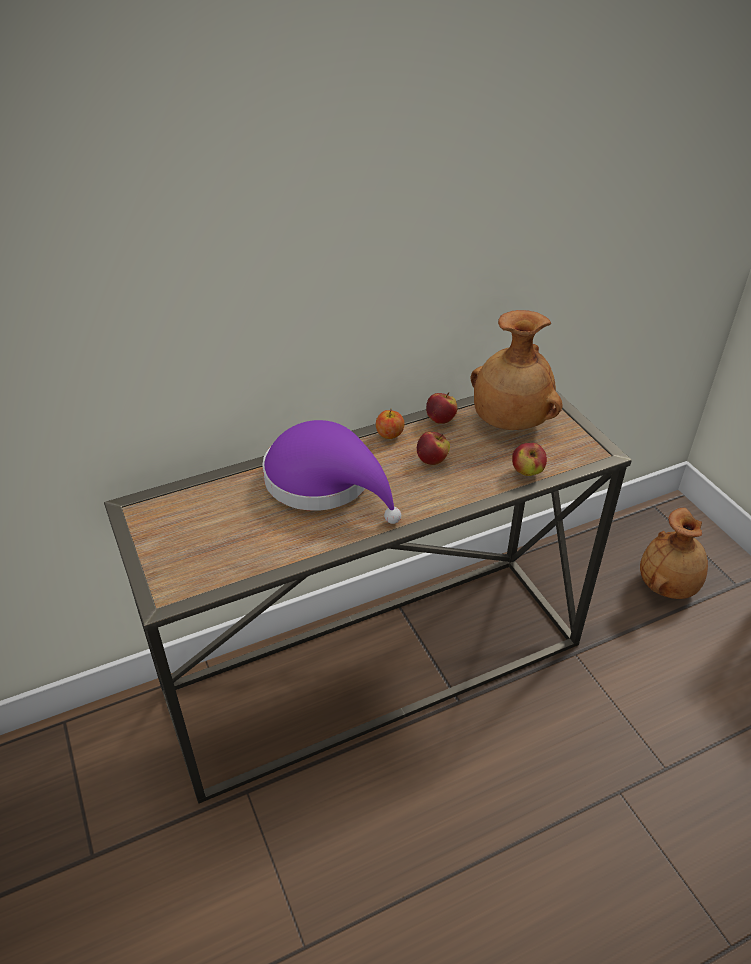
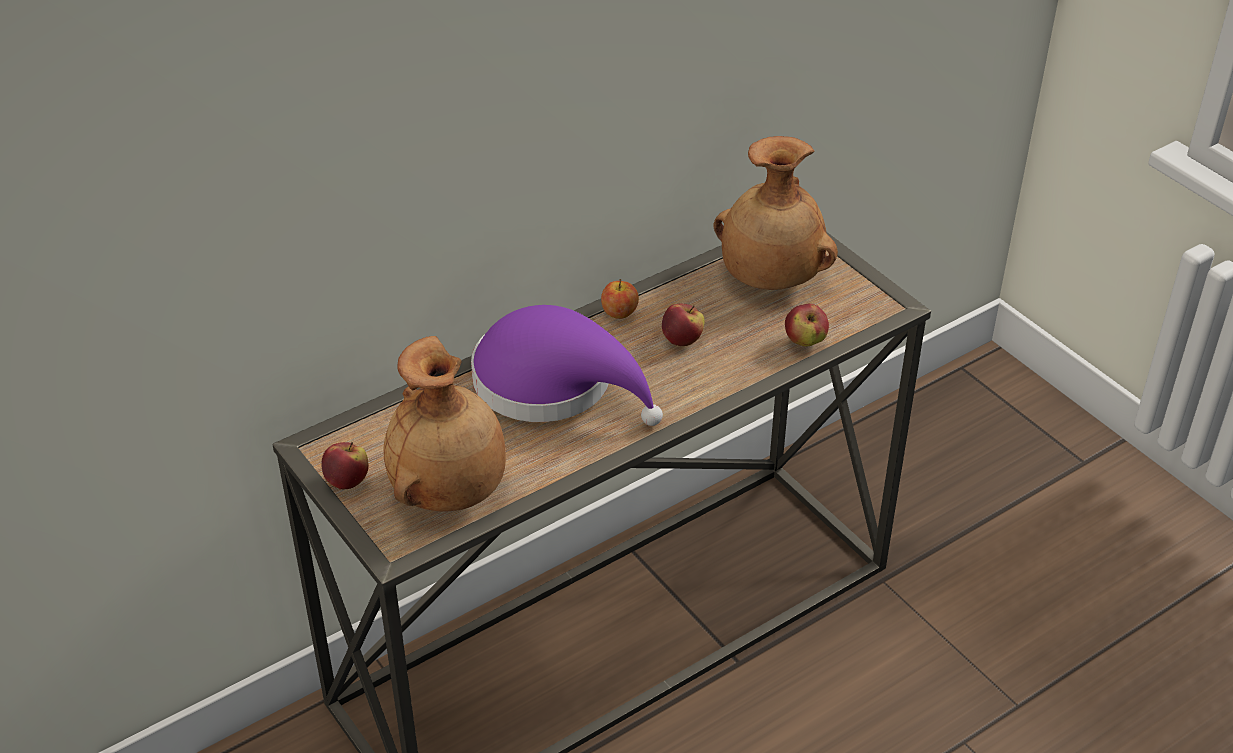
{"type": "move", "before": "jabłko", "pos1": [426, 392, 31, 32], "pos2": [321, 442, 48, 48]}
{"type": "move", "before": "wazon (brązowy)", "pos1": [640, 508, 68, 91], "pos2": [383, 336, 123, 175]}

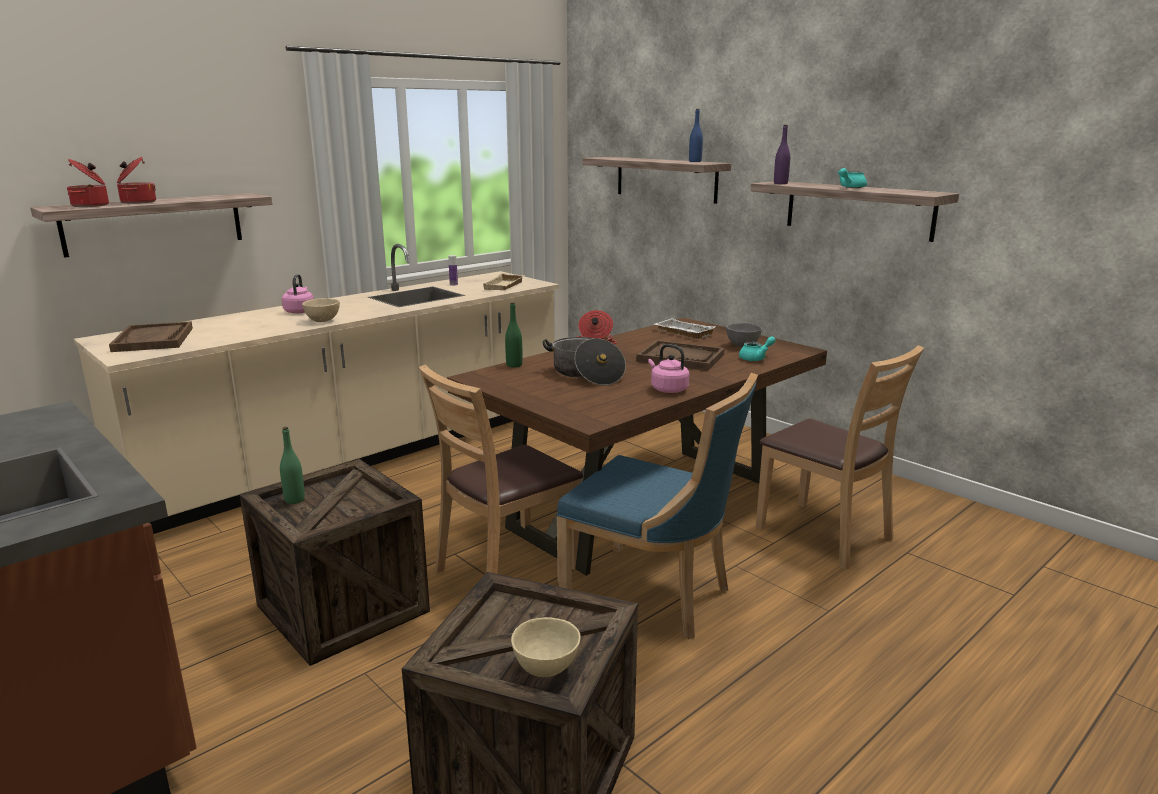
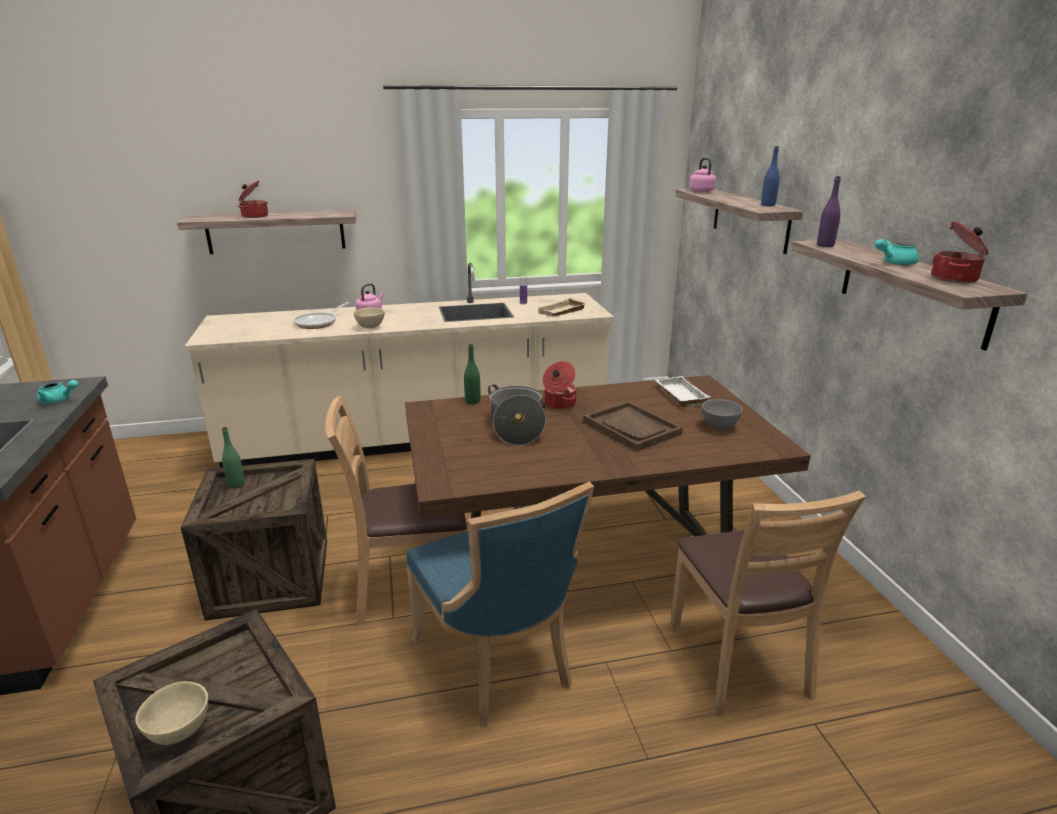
{"type": "move", "before": "garnek", "pos1": [67, 159, 42, 48], "pos2": [931, 221, 57, 62]}
{"type": "delete", "before": "taca (brązowy)", "pos1": [109, 321, 84, 31]}
{"type": "move", "before": "czajnik (różowy)", "pos1": [648, 344, 41, 49], "pos2": [689, 158, 27, 34]}
{"type": "move", "before": "imbryk (turkusowy)", "pos1": [739, 336, 37, 25], "pos2": [37, 380, 42, 24]}
{"type": "insert", "after": "patelnia", "pos2": [293, 302, 56, 27]}

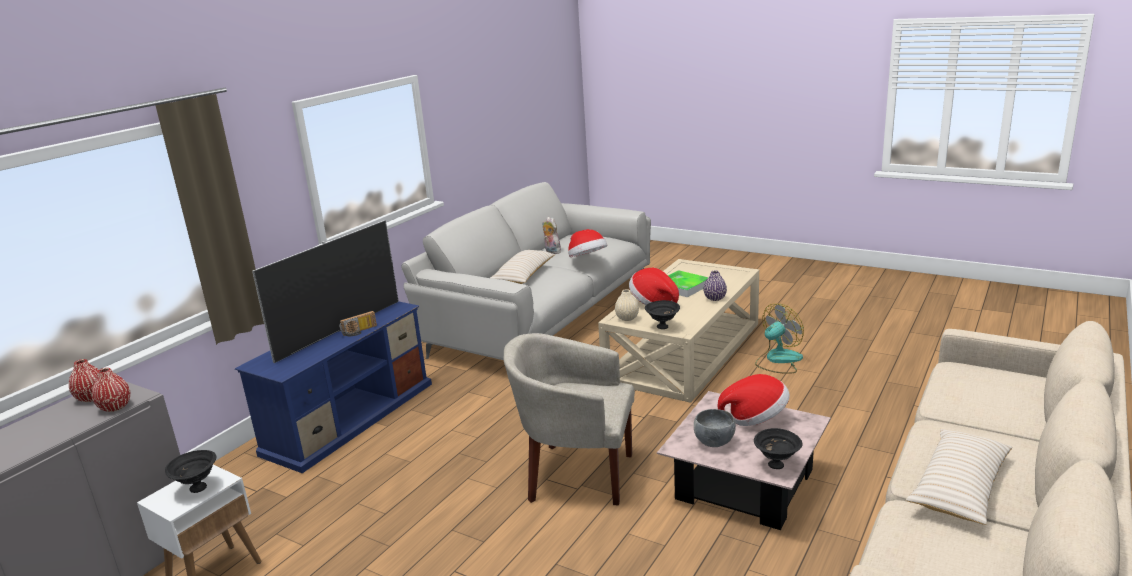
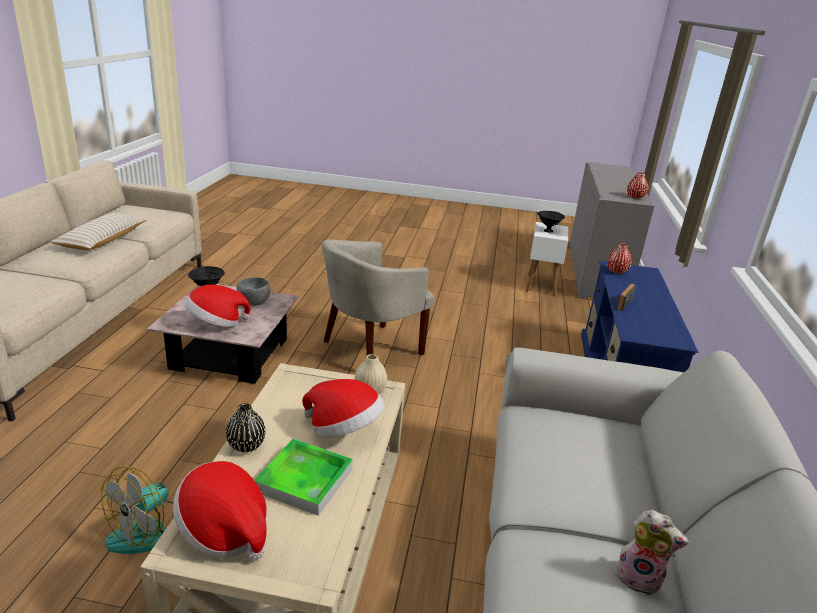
{"type": "move", "before": "wazon (czerwony)", "pos1": [92, 368, 39, 44], "pos2": [607, 243, 25, 31]}
{"type": "delete", "before": "telewizor", "pos1": [252, 220, 146, 143]}
{"type": "delete", "before": "poduszka (beżowy)", "pos1": [490, 250, 65, 34]}
{"type": "rotate", "before": "fotel (beżowy)", "pos1": [503, 333, 132, 172], "pos2": [322, 240, 112, 115], "turn": 150}
{"type": "move", "before": "kapelusz", "pos1": [568, 229, 39, 28], "pos2": [173, 461, 94, 99]}
{"type": "delete", "before": "miska (czarny)", "pos1": [645, 300, 35, 29]}
{"type": "recolor", "before": "wazon (fioletowy)", "after": "wazon (czarny)", "pos1": [703, 270, 24, 31], "pos2": [226, 403, 39, 49]}

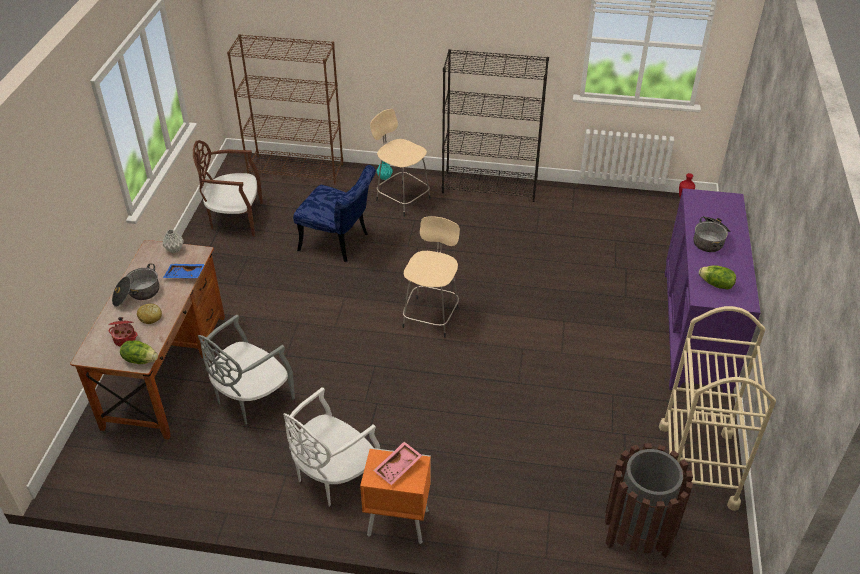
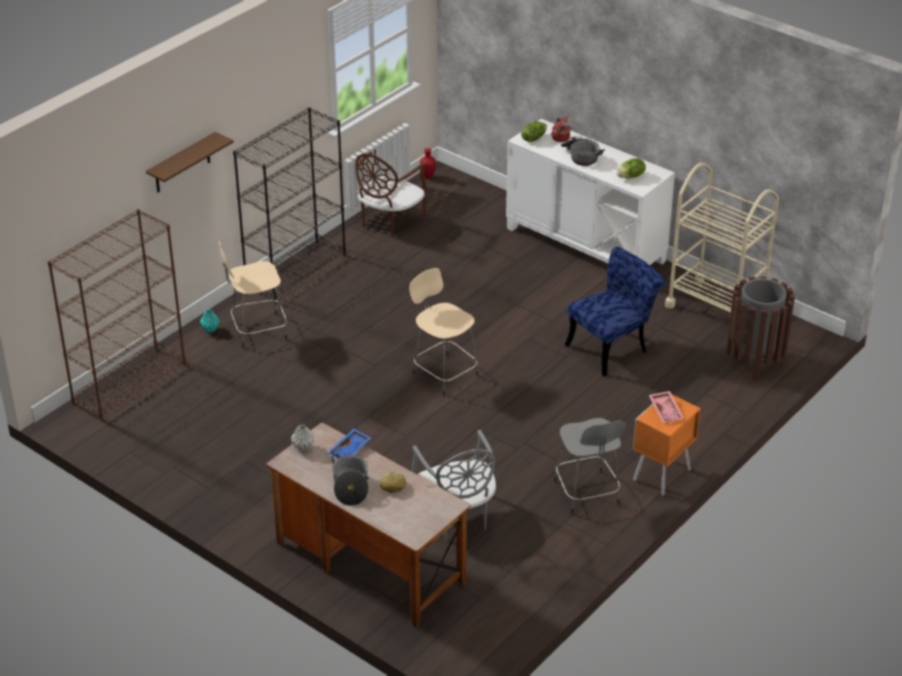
{"type": "move", "before": "garnek", "pos1": [108, 317, 30, 30], "pos2": [551, 116, 20, 26]}
{"type": "move", "before": "sałata", "pos1": [120, 340, 38, 24], "pos2": [521, 121, 26, 21]}
{"type": "move", "before": "krzesło (brązowy)", "pos1": [193, 140, 70, 97], "pos2": [355, 149, 72, 89]}
{"type": "replace", "before": "krzesło (biały)", "after": "stołek (szary)", "pos1": [283, 387, 97, 120], "pos2": [554, 418, 72, 96]}
{"type": "move", "before": "krzesło (niebieski)", "pos1": [293, 165, 83, 97], "pos2": [565, 247, 101, 129]}
{"type": "recolor", "before": "szafka (fioletowy)", "after": "szafka (biały)", "pos1": [665, 188, 96, 206], "pos2": [506, 119, 169, 146]}
{"type": "insert", "after": "półka (brązowy)", "pos2": [146, 132, 88, 60]}

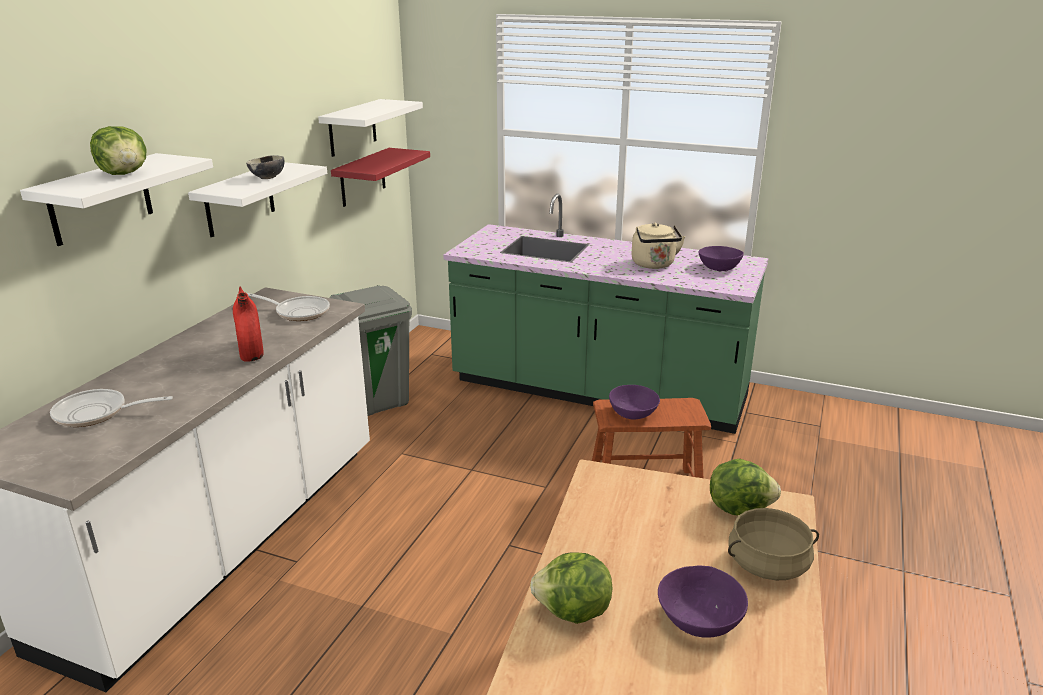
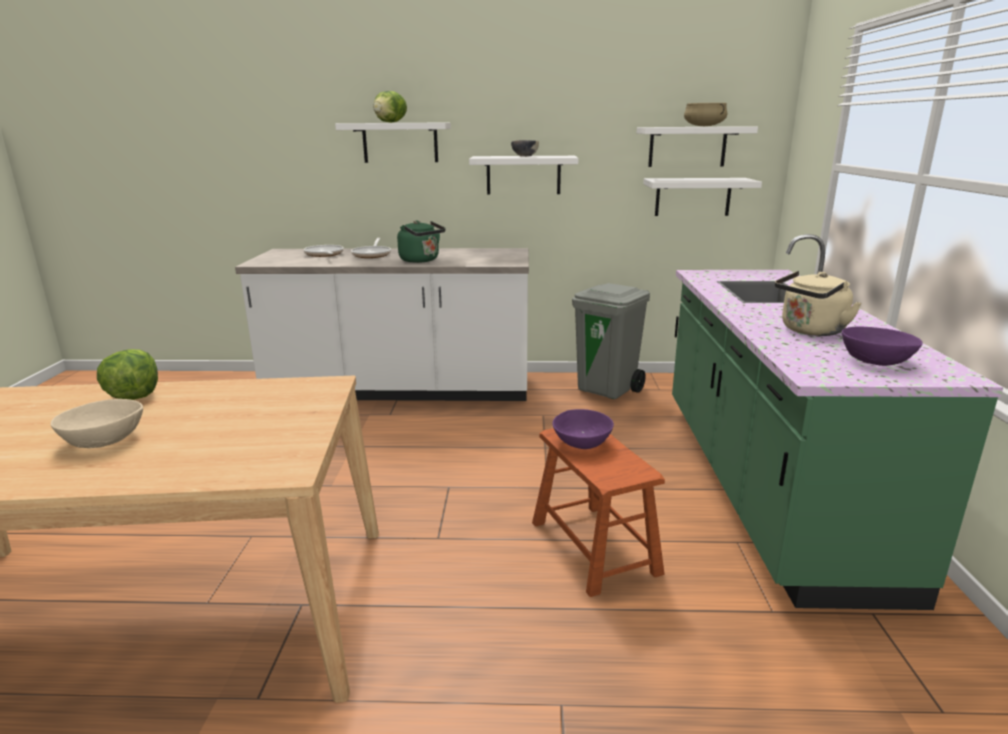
{"type": "replace", "before": "wazon (czerwony)", "after": "czajnik (zielony)", "pos1": [233, 287, 31, 75], "pos2": [397, 220, 49, 43]}
{"type": "move", "before": "patelnia", "pos1": [247, 293, 83, 28], "pos2": [351, 238, 40, 20]}
{"type": "recolor", "before": "półka (czerwony)", "after": "półka (biały)", "pos1": [331, 148, 99, 59], "pos2": [643, 178, 119, 38]}
{"type": "recolor", "before": "miska (fioletowy)", "after": "miska (beżowy)", "pos1": [658, 566, 90, 72], "pos2": [51, 399, 92, 49]}
{"type": "delete", "before": "sałata", "pos1": [710, 459, 71, 57]}
{"type": "move", "before": "garnek (beżowy)", "pos1": [728, 508, 91, 72], "pos2": [684, 103, 43, 23]}

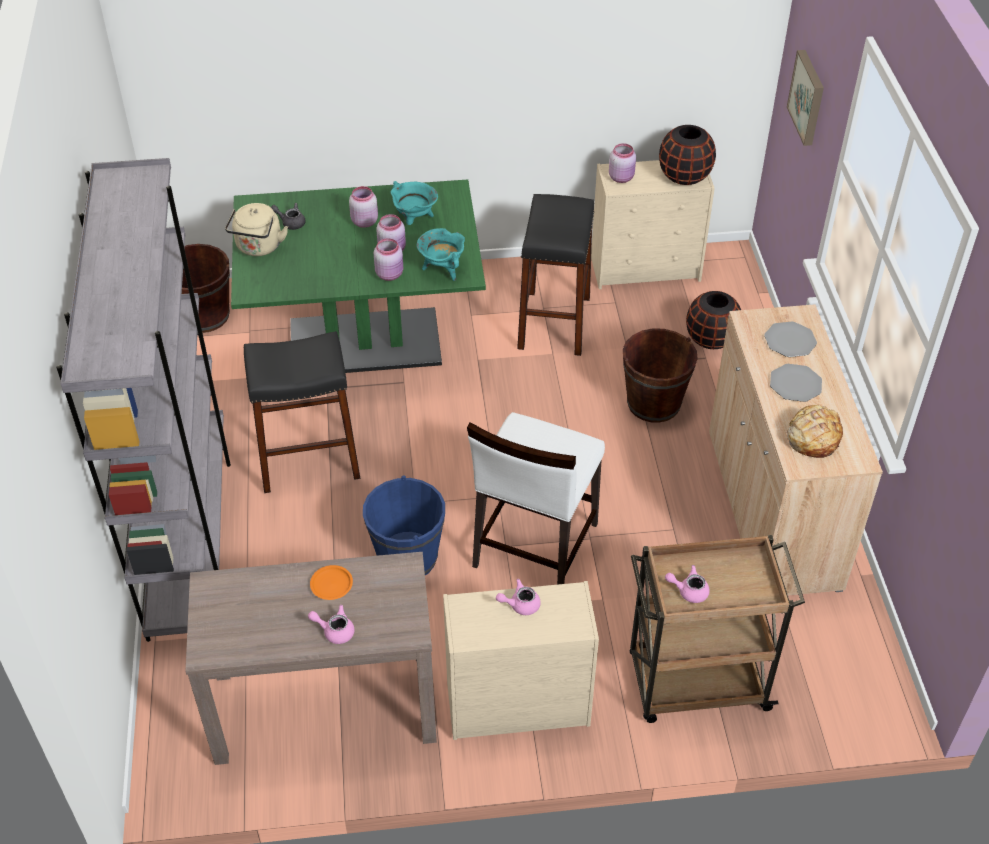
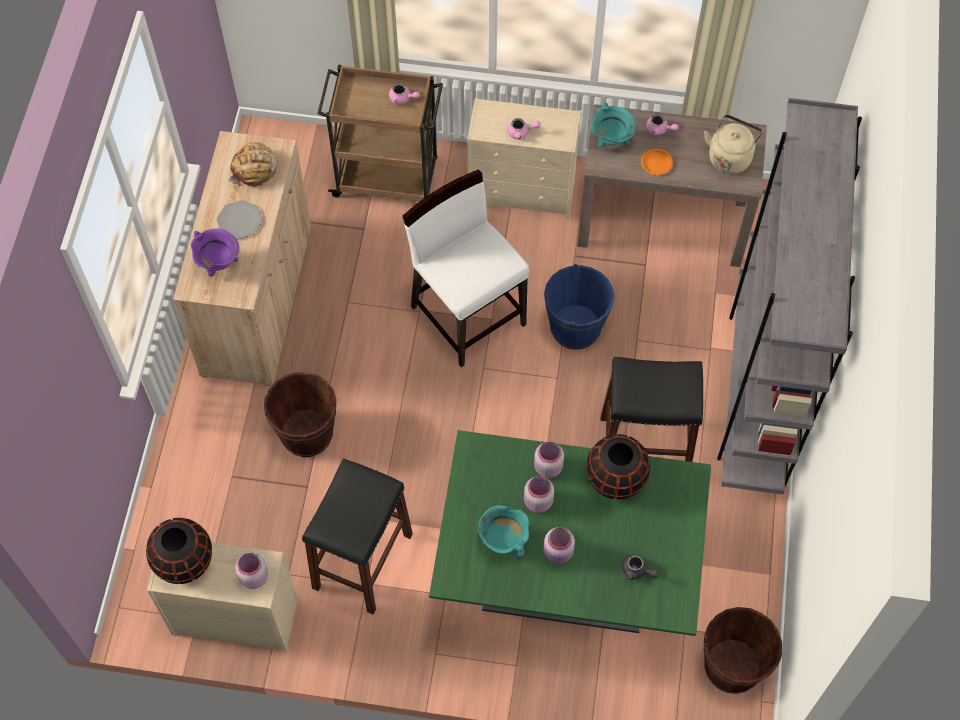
{"type": "move", "before": "czajnik (beżowy)", "pos1": [225, 203, 63, 53], "pos2": [704, 115, 59, 59]}
{"type": "move", "before": "garnek (turkusowy)", "pos1": [417, 228, 48, 53], "pos2": [591, 102, 45, 46]}
{"type": "rotate", "before": "krzesło (biały)", "pos1": [467, 412, 138, 173], "pos2": [403, 169, 126, 198], "turn": -75}
{"type": "move", "before": "wazon (czarny)", "pos1": [686, 291, 55, 58], "pos2": [586, 434, 64, 66]}
{"type": "replace", "before": "talerz", "after": "garnek (fioletowy)", "pos1": [764, 321, 53, 36], "pos2": [191, 228, 48, 49]}
{"type": "delete", "before": "obraz", "pos1": [787, 50, 37, 96]}

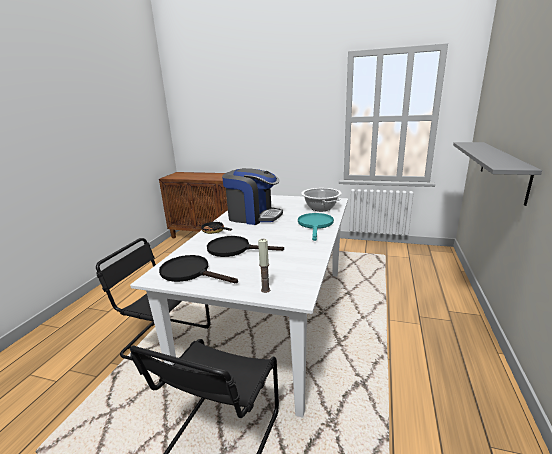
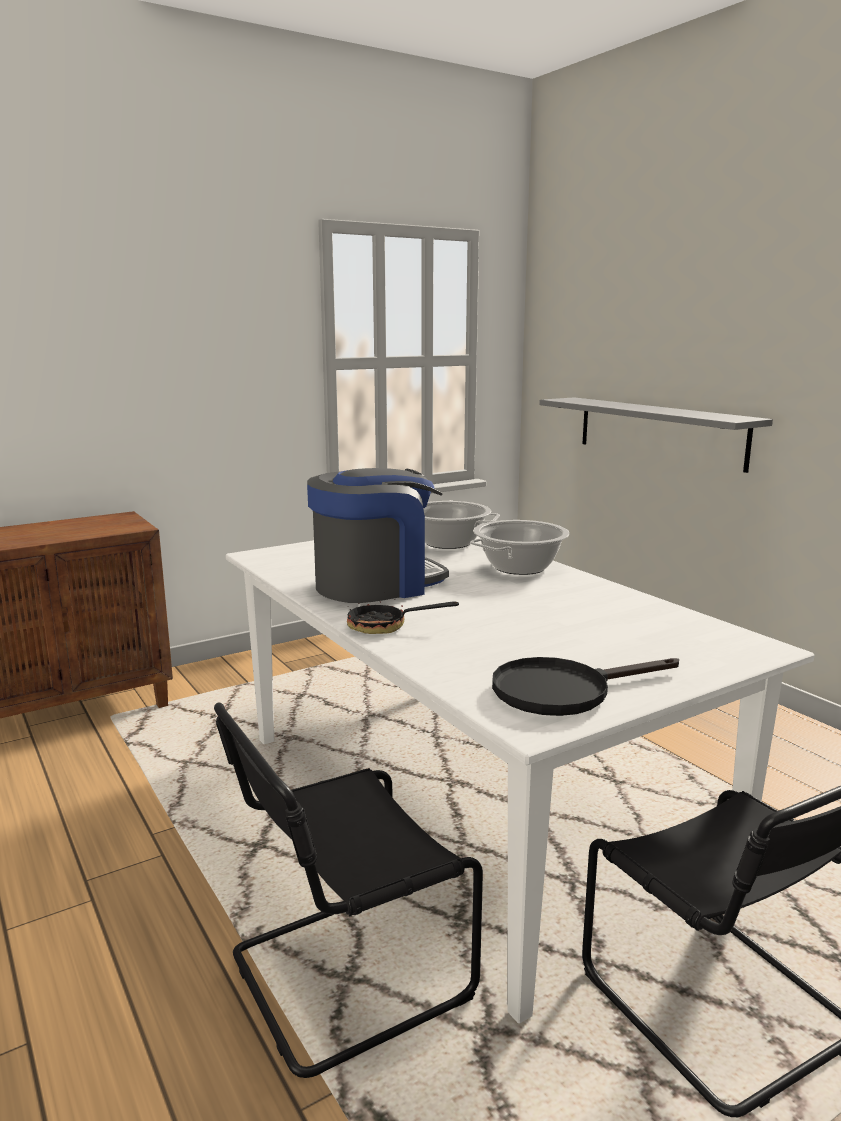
{"type": "delete", "before": "patelnia (czarny)", "pos1": [207, 236, 77, 21]}
{"type": "delete", "before": "świeca", "pos1": [258, 239, 12, 54]}
{"type": "replace", "before": "patelnia (turkusowy)", "after": "garnek", "pos1": [298, 213, 36, 28], "pos2": [470, 520, 99, 55]}

